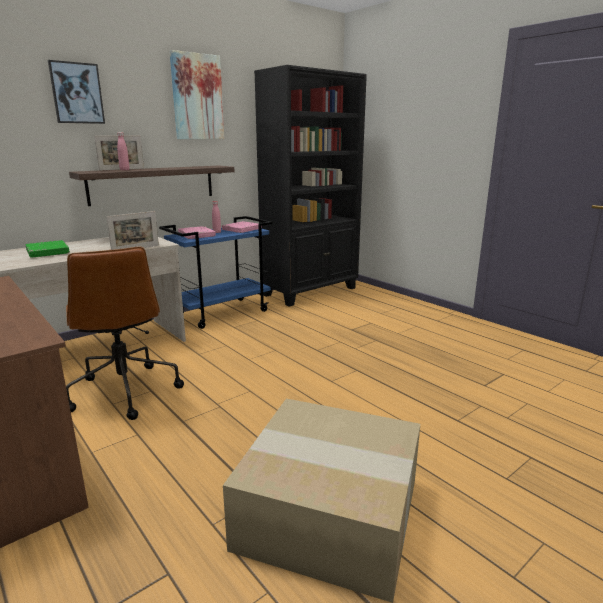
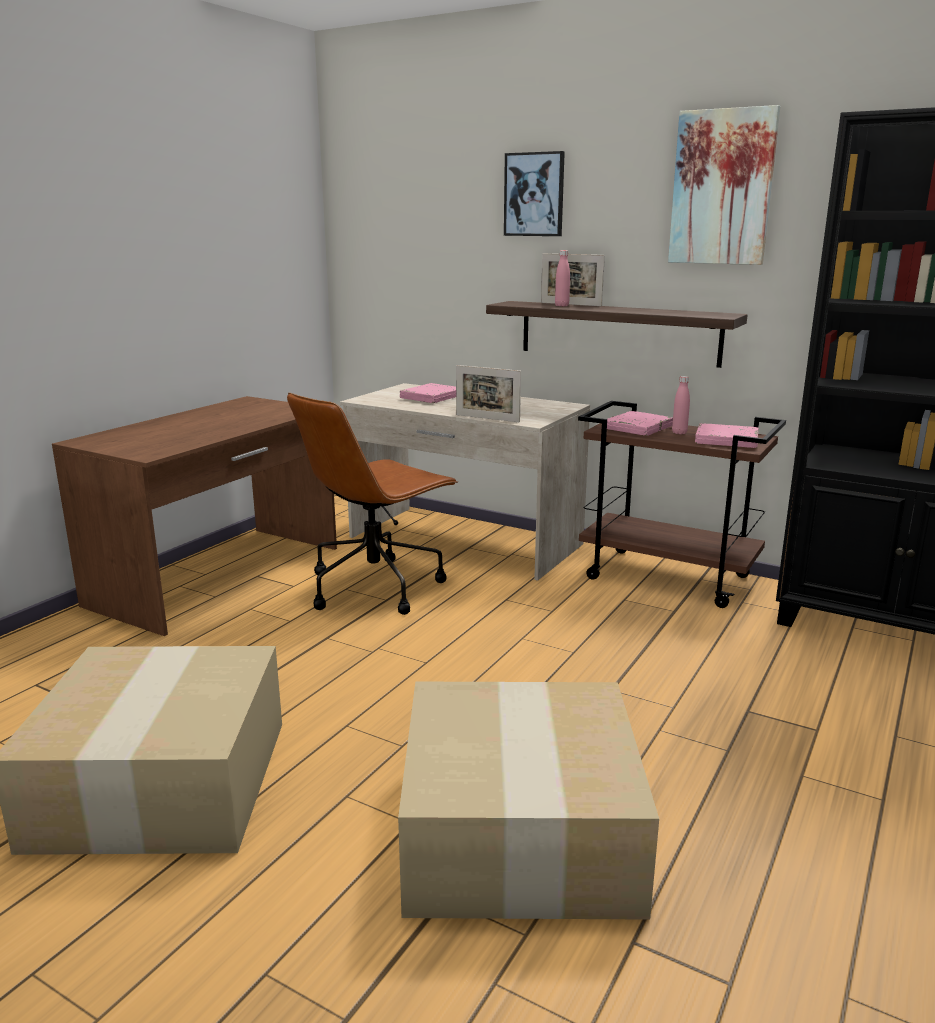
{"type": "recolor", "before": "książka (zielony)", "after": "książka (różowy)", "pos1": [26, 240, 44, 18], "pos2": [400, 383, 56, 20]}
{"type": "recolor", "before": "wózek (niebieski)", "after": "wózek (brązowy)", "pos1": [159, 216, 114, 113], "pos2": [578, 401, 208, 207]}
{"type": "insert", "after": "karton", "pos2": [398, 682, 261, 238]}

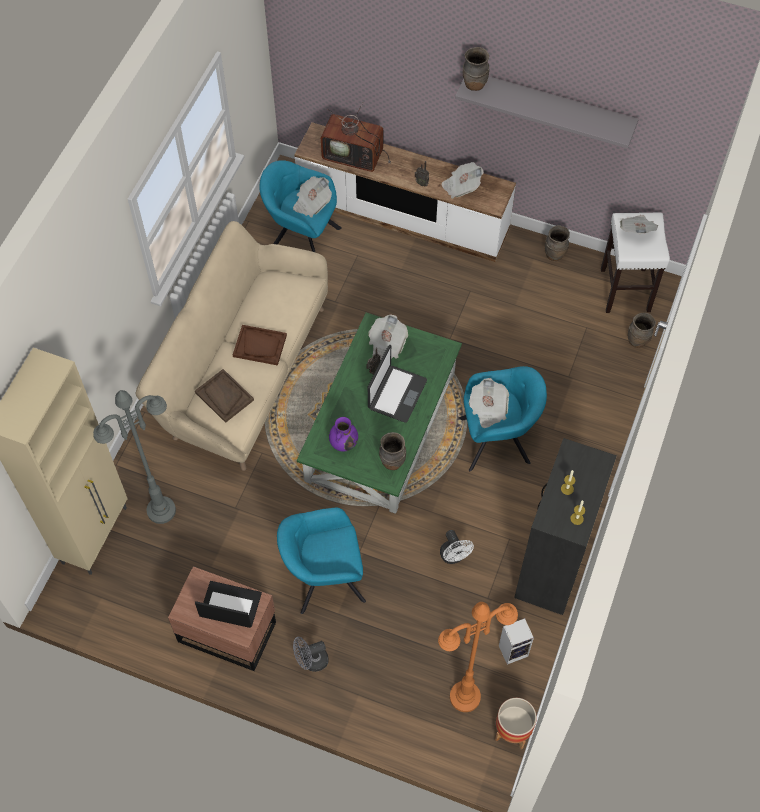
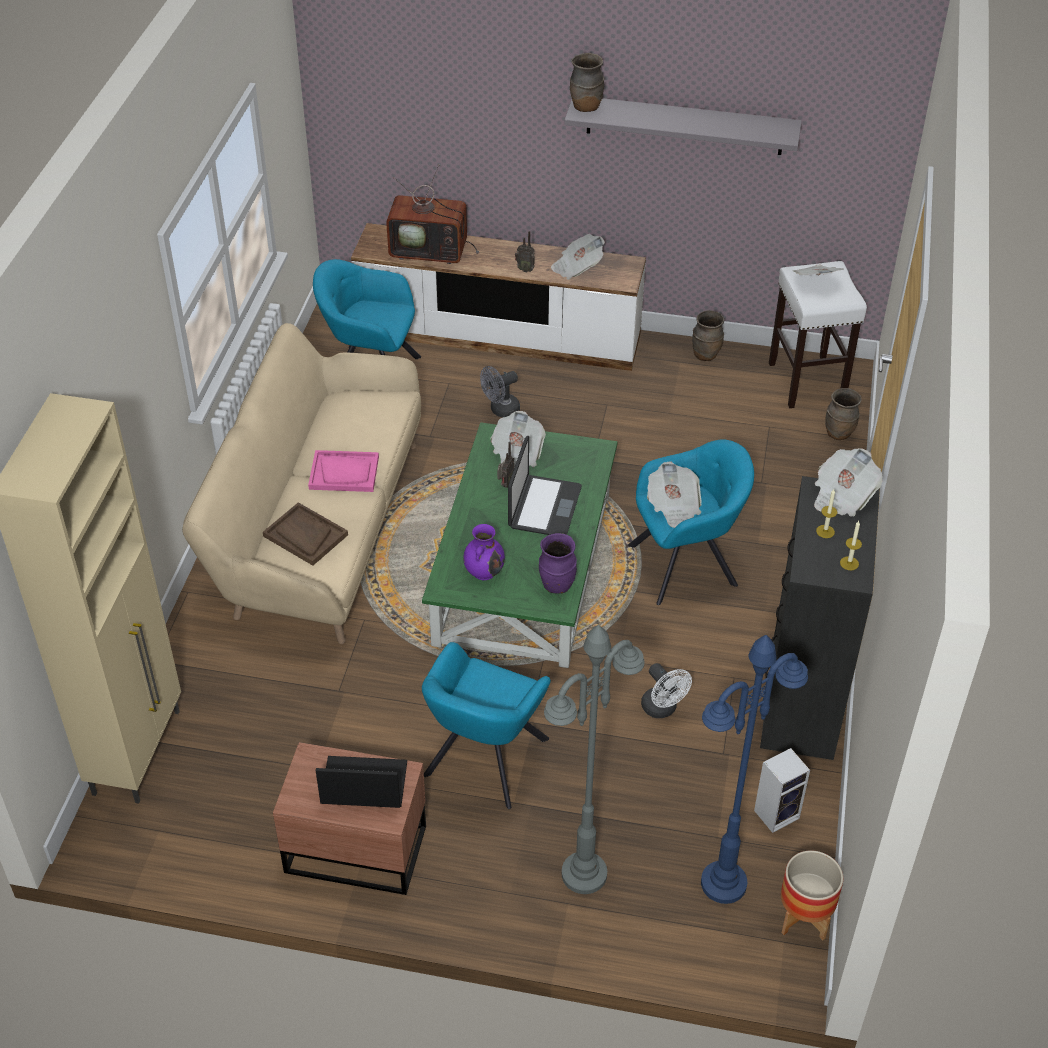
{"type": "move", "before": "lampa stojąca (szary)", "pos1": [93, 390, 83, 134], "pos2": [544, 625, 101, 269]}
{"type": "recolor", "before": "taca (brązowy)", "after": "taca (różowy)", "pos1": [233, 325, 54, 40], "pos2": [308, 450, 71, 42]}
{"type": "rotate", "before": "fotel (turkusowy)", "pos1": [277, 508, 89, 106], "pos2": [422, 642, 129, 167], "turn": -45}
{"type": "move", "before": "gazeta", "pos1": [293, 176, 39, 41], "pos2": [814, 448, 68, 69]}
{"type": "move", "before": "wentylator (szary)", "pos1": [293, 637, 36, 35], "pos2": [480, 366, 40, 51]}
{"type": "recolor", "before": "wazon (brązowy)", "after": "wazon (fioletowy)", "pos1": [379, 432, 27, 38], "pos2": [539, 533, 38, 61]}
{"type": "recolor", "before": "lampa stojąca (pomarańczowy)", "after": "lampa stojąca (niebieski)", "pos1": [438, 602, 80, 110], "pos2": [701, 635, 107, 269]}

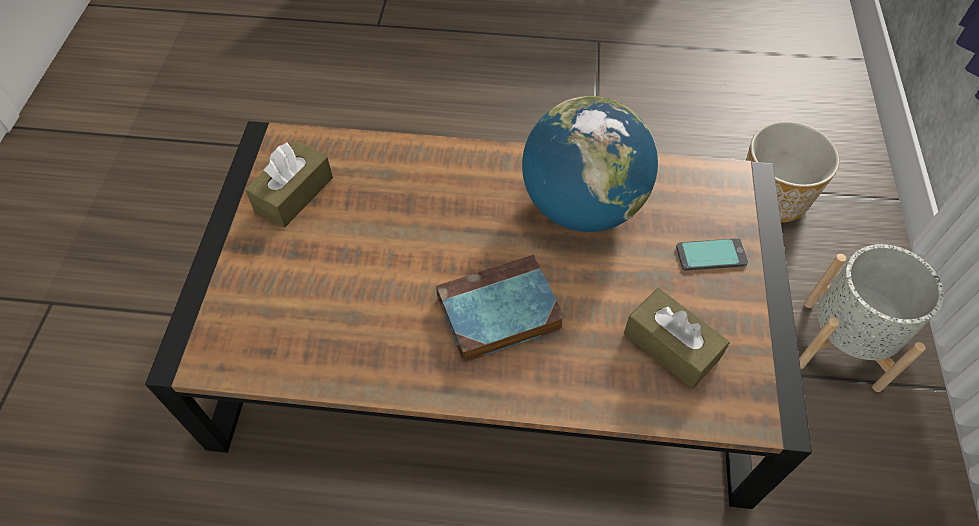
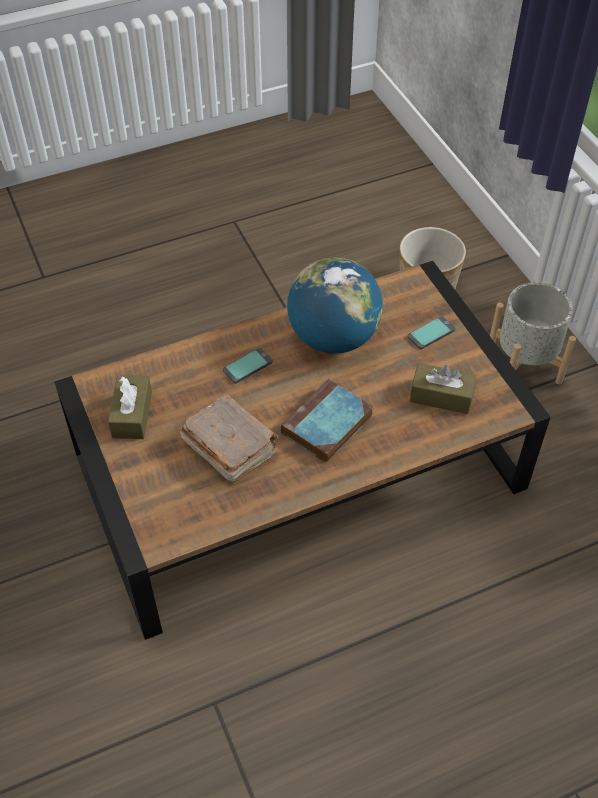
{"type": "insert", "after": "książka (brązowy)", "pos2": [180, 394, 98, 88]}
{"type": "insert", "after": "telefon", "pos2": [223, 348, 50, 36]}

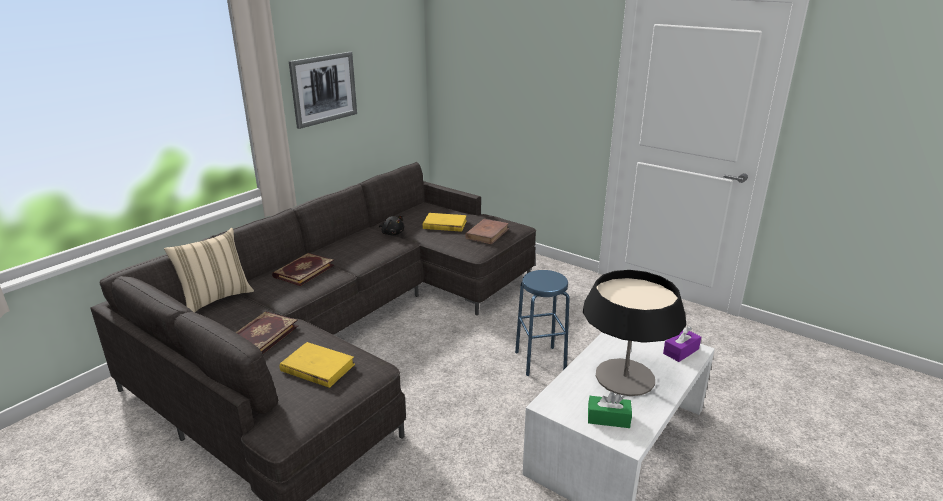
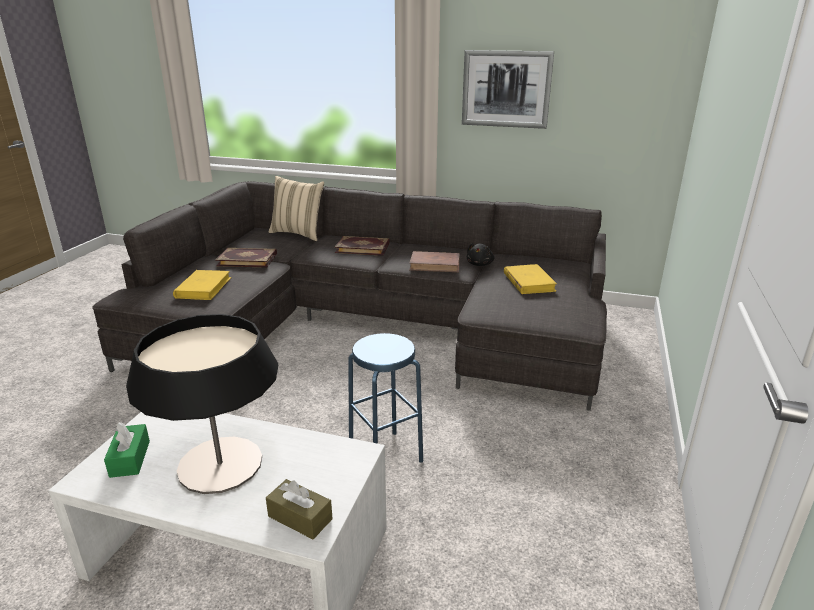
{"type": "move", "before": "książka (brązowy)", "pos1": [465, 219, 44, 25], "pos2": [409, 251, 51, 21]}
{"type": "recolor", "before": "pudełko chusteczek (fioletowy)", "after": "pudełko chusteczek (brązowy)", "pos1": [663, 326, 38, 36], "pos2": [266, 479, 66, 60]}

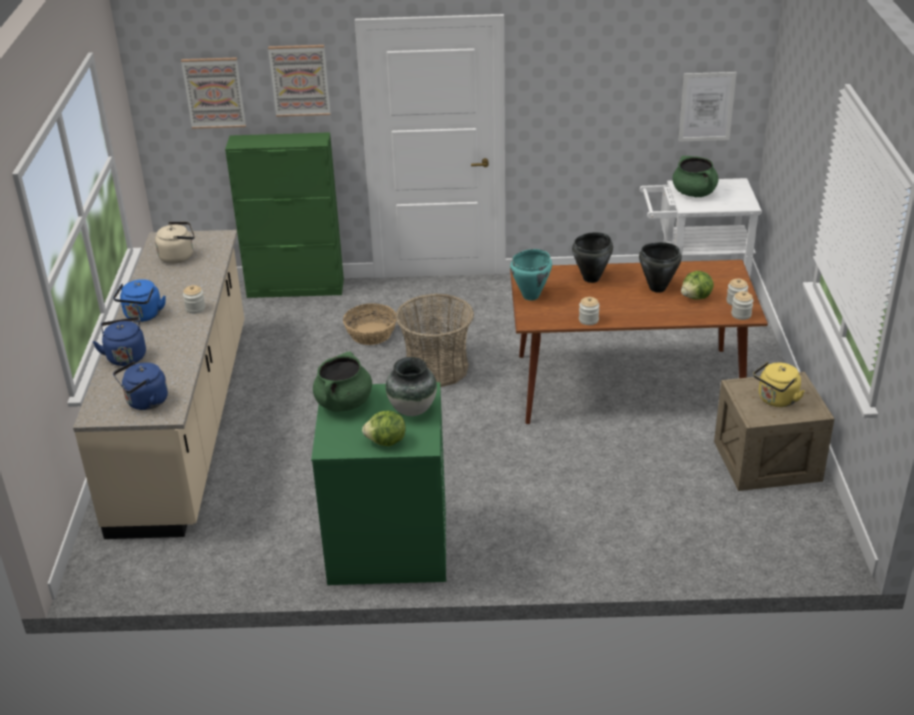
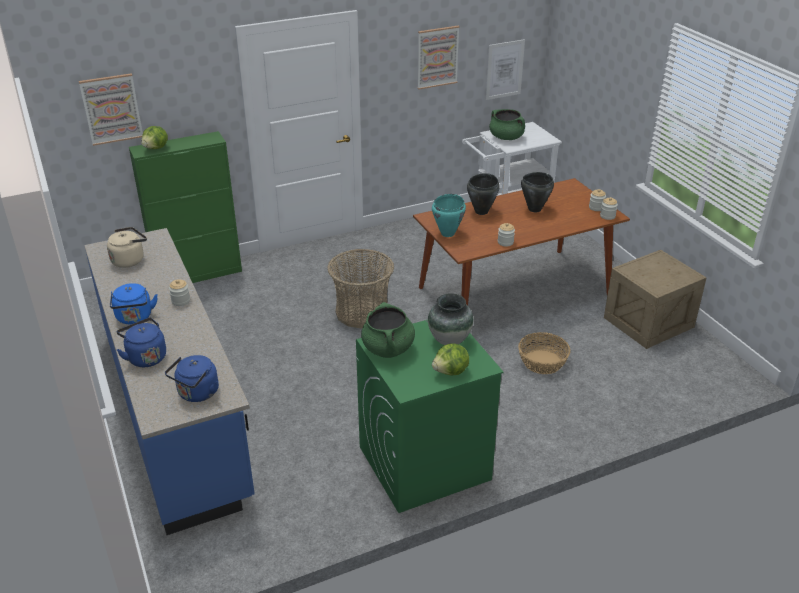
{"type": "recolor", "before": "zabudowa kuchenna (beżowy)", "after": "zabudowa kuchenna (niebieski)", "pos1": [73, 230, 171, 309], "pos2": [84, 228, 171, 307]}
{"type": "move", "before": "obraz", "pos1": [268, 45, 63, 72], "pos2": [417, 26, 43, 63]}
{"type": "move", "before": "koszyk", "pos1": [343, 303, 53, 42], "pos2": [518, 332, 52, 42]}
{"type": "move", "before": "sałata", "pos1": [681, 271, 33, 28], "pos2": [141, 126, 27, 23]}
{"type": "delete", "before": "czajnik (żółty)", "pos1": [753, 362, 52, 45]}

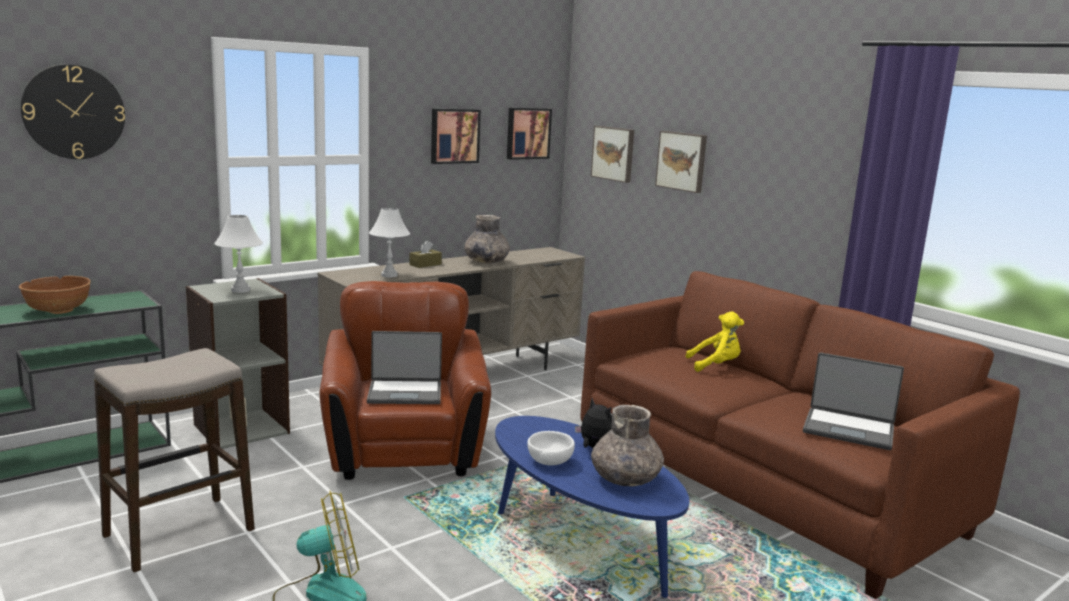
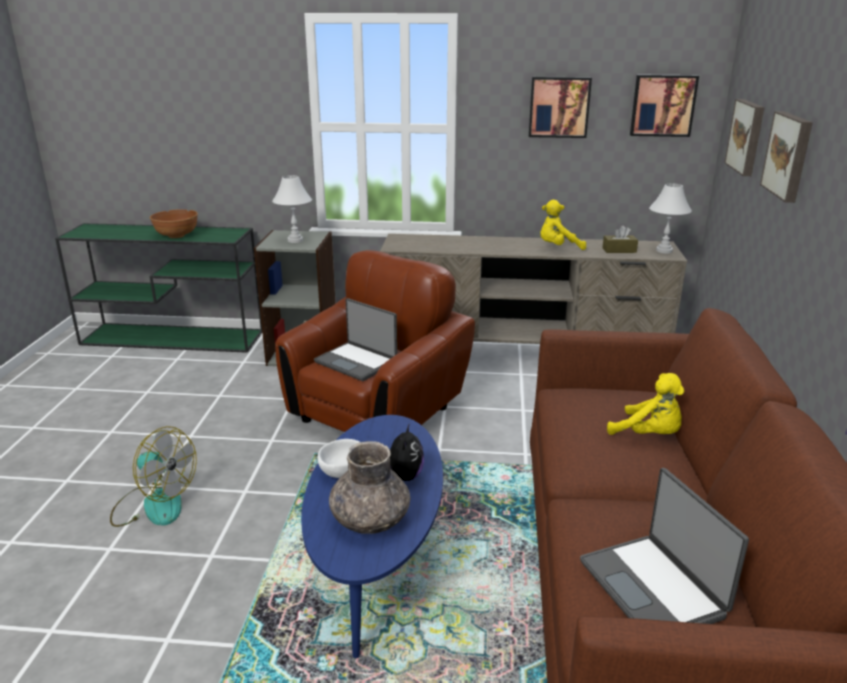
{"type": "delete", "before": "zegar ścienny", "pos1": [20, 64, 105, 95]}
{"type": "delete", "before": "stołek", "pos1": [94, 348, 161, 224]}
{"type": "move", "before": "lampa stołowa (biały)", "pos1": [369, 208, 41, 70], "pos2": [649, 184, 43, 69]}
{"type": "move", "before": "pudełko chusteczek (brązowy)", "pos1": [409, 241, 33, 27], "pos2": [602, 225, 36, 28]}
{"type": "replace", "before": "wazon (szary)", "after": "pluszak (żółty)", "pos1": [464, 215, 46, 48], "pos2": [540, 200, 46, 50]}

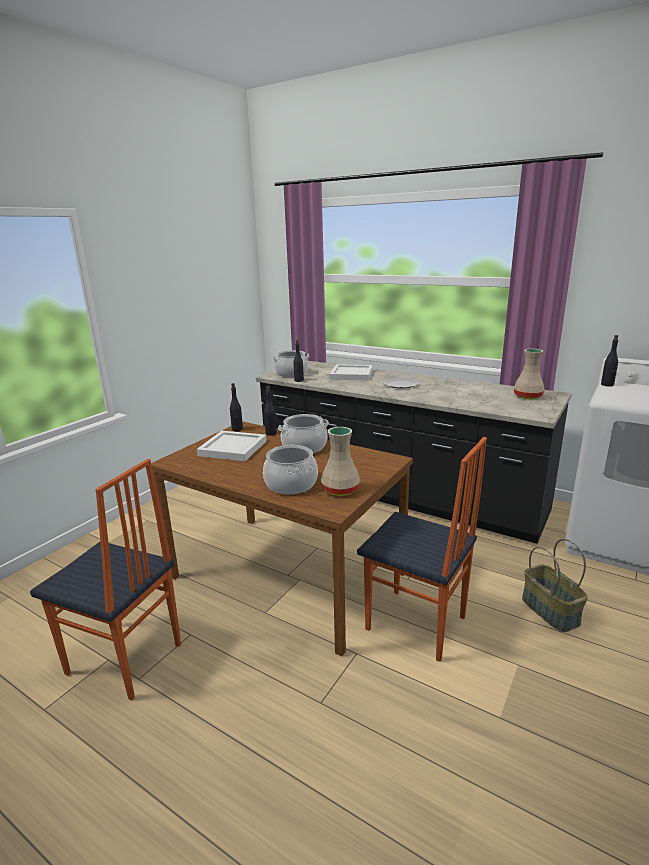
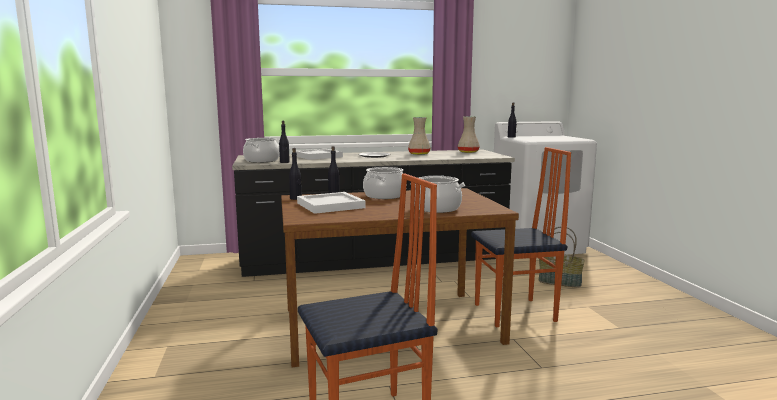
{"type": "move", "before": "wazon (beżowy)", "pos1": [321, 427, 39, 69], "pos2": [408, 117, 23, 38]}

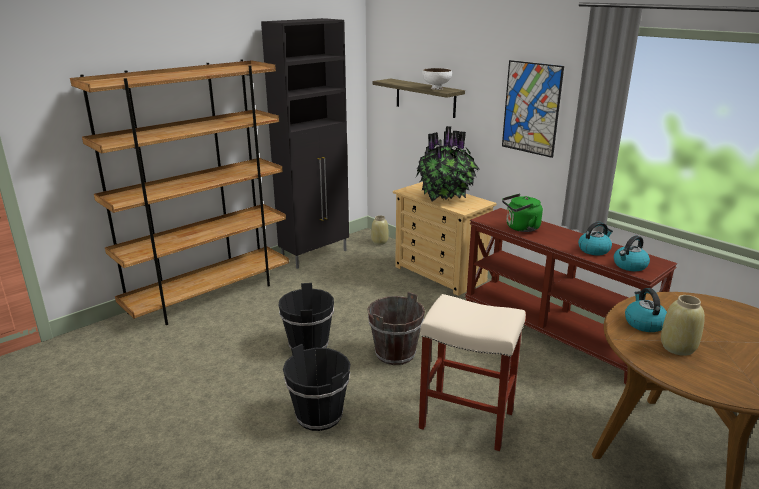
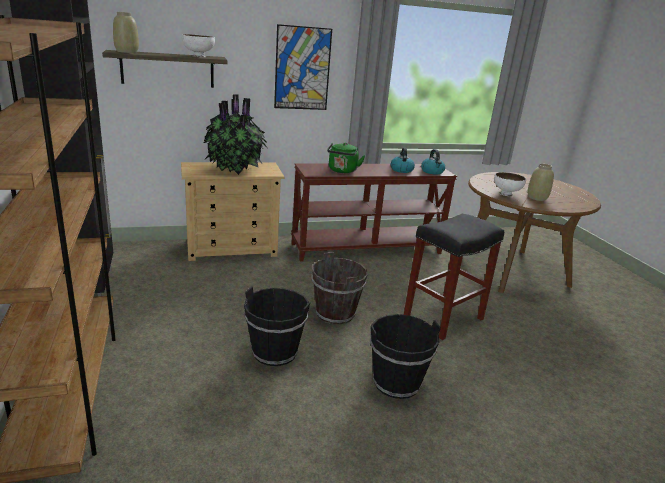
{"type": "move", "before": "wazon (beżowy)", "pos1": [371, 215, 18, 30], "pos2": [113, 12, 26, 41]}
{"type": "recolor", "before": "stołek (beżowy)", "after": "stołek (czarny)", "pos1": [419, 294, 107, 157], "pos2": [404, 214, 100, 126]}
{"type": "replace", "before": "czajnik", "after": "miska (biały)", "pos1": [625, 288, 42, 44], "pos2": [494, 172, 32, 24]}

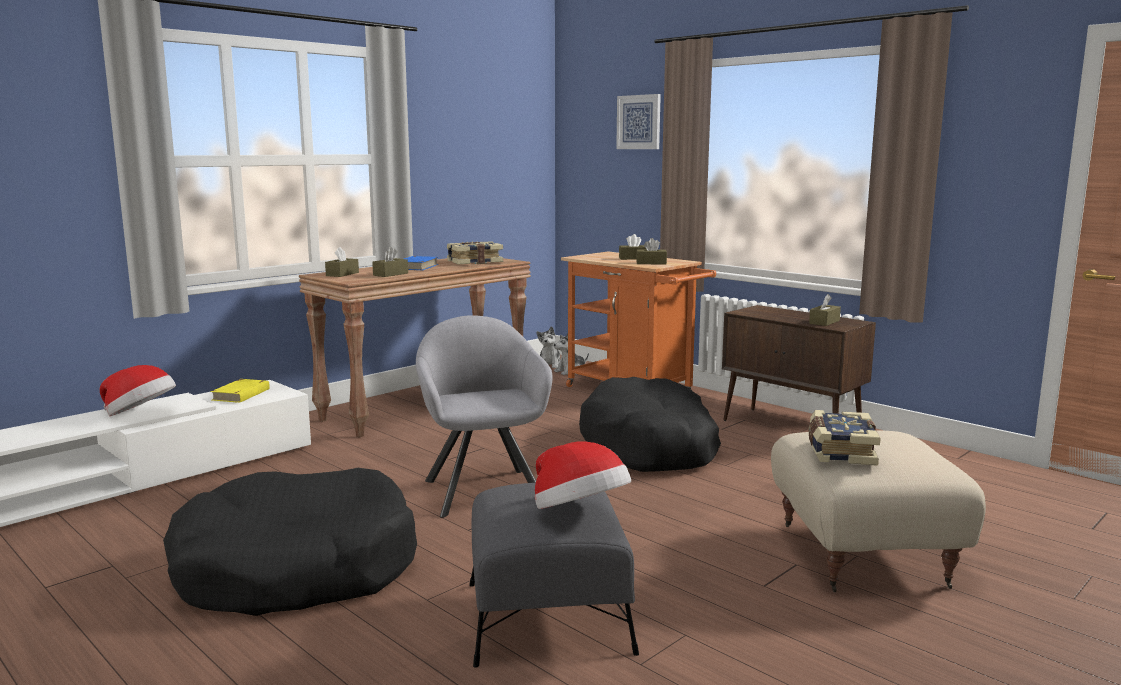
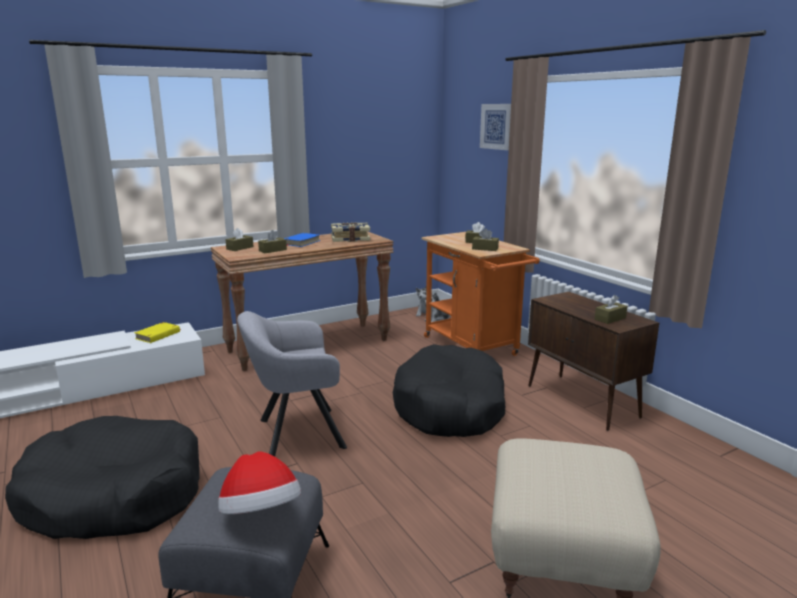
{"type": "delete", "before": "kapelusz", "pos1": [100, 365, 76, 51]}
{"type": "rotate", "before": "fotel (szary)", "pos1": [416, 315, 136, 203], "pos2": [237, 311, 110, 146], "turn": -105}
{"type": "delete", "before": "książka", "pos1": [808, 410, 73, 56]}

